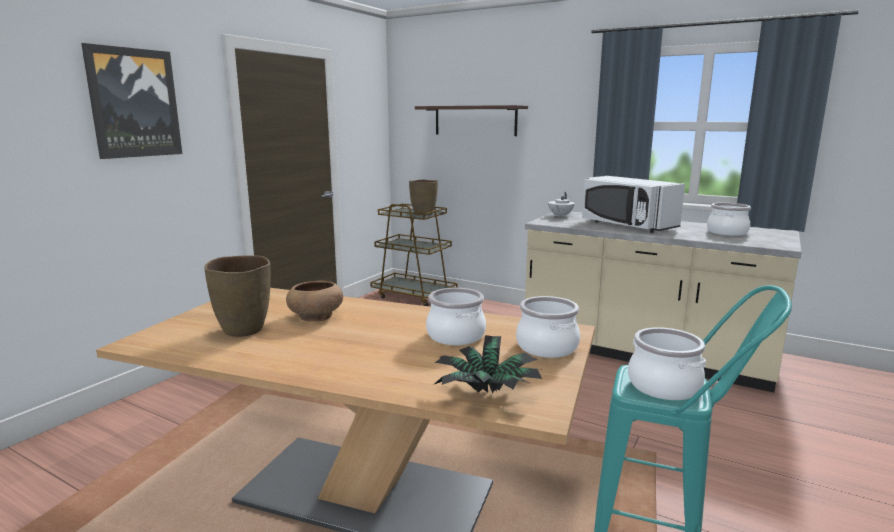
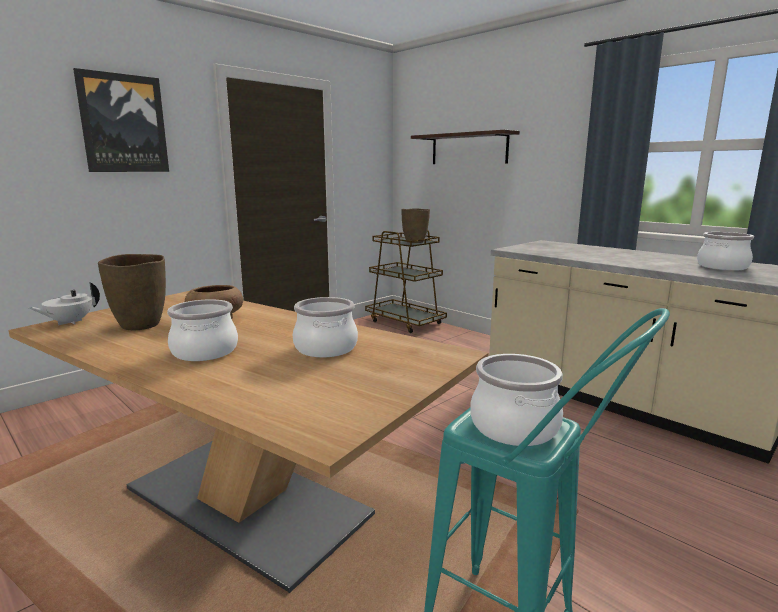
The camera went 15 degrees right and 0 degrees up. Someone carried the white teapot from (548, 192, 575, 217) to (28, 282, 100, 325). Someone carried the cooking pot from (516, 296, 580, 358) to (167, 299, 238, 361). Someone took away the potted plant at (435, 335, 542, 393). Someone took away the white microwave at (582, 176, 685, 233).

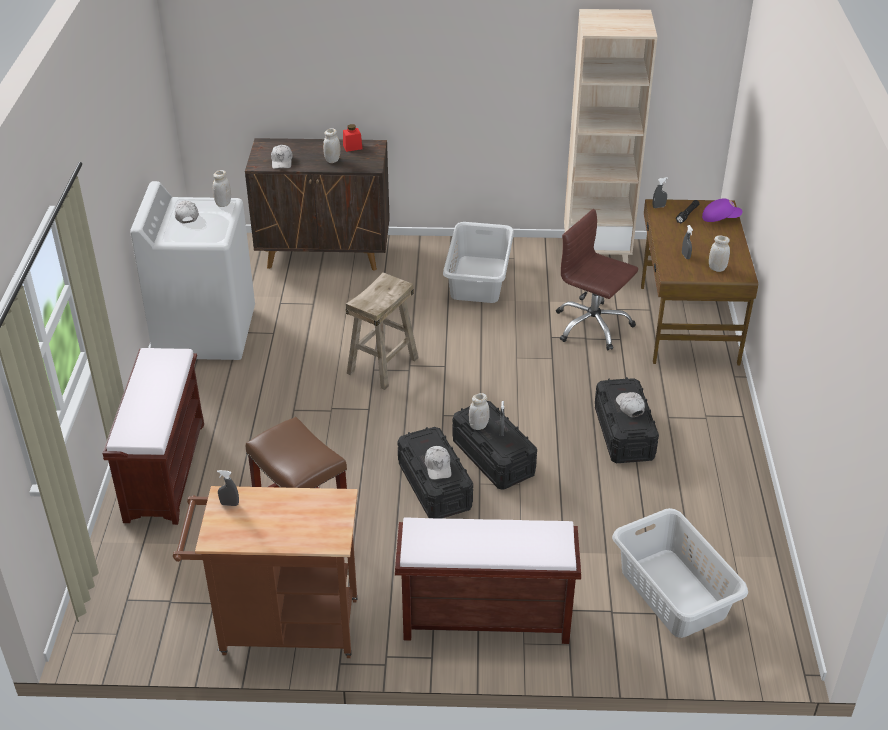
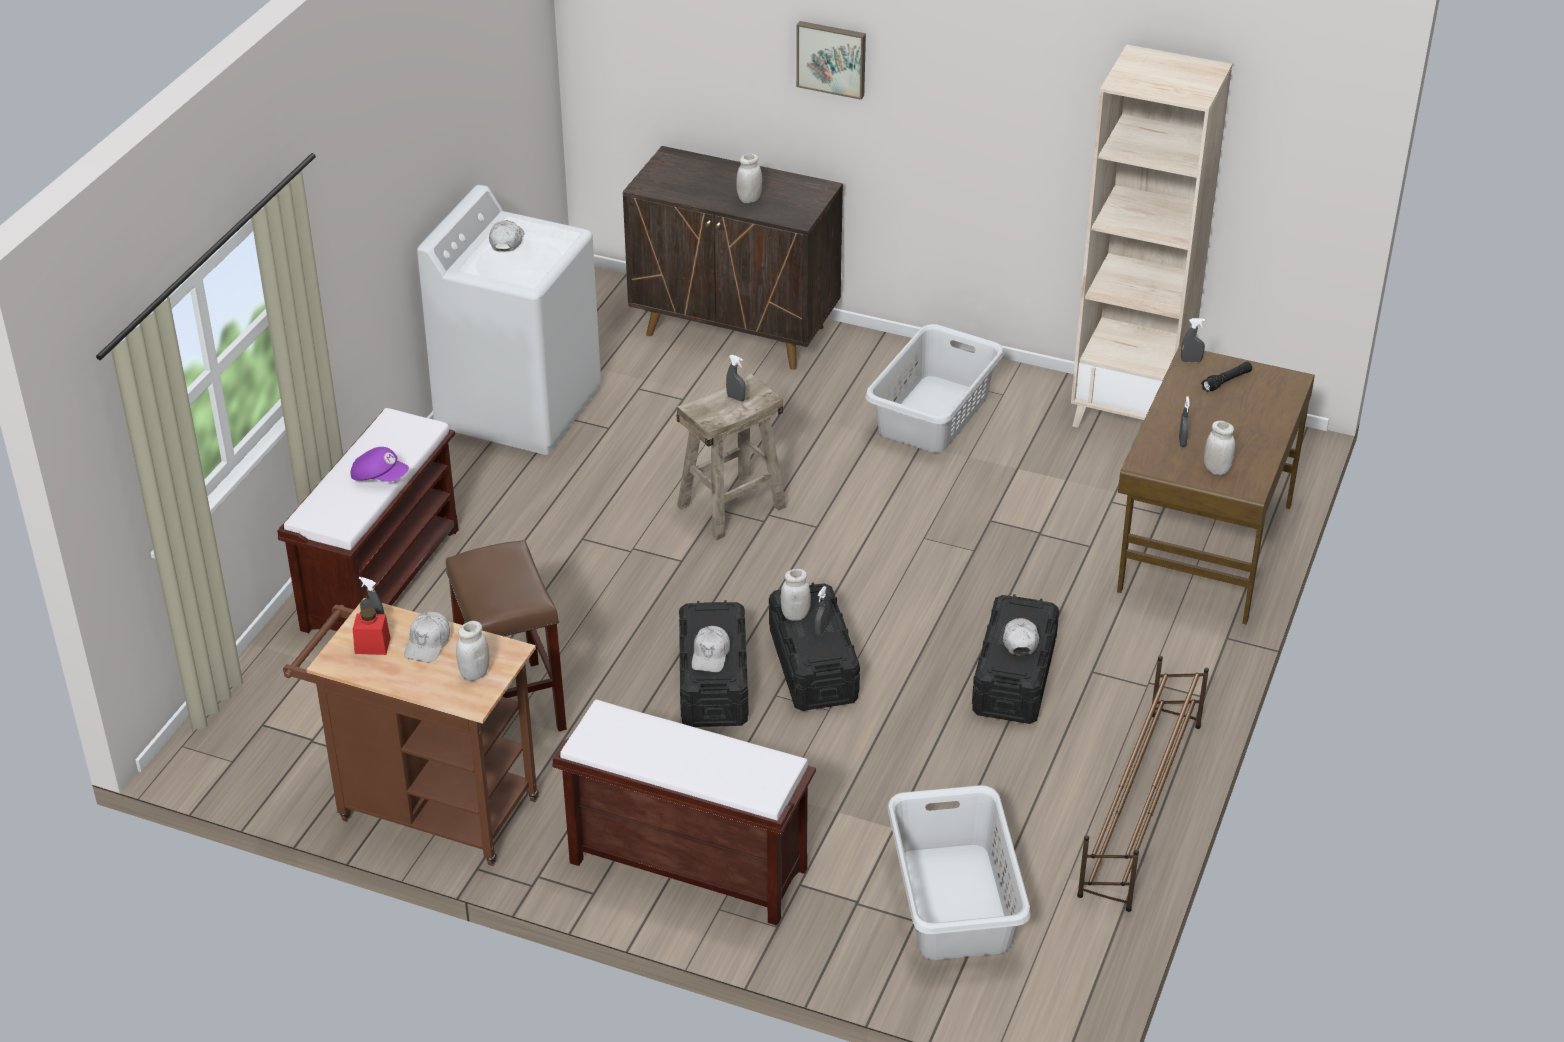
The camera went 20 degrees right and 0 degrees up. Someone carried the purple cap from (702, 198, 743, 222) to (350, 447, 409, 482). Someone carried the red jar from (343, 124, 362, 152) to (353, 607, 390, 655). Someone carried the white cap from (271, 145, 293, 169) to (404, 611, 450, 663). Someone carried the white jar from (213, 170, 231, 207) to (456, 621, 490, 681). Someone put down the grey spray bottle at (726, 355, 746, 401). Someone put up the picture at (796, 21, 866, 100). Someone put down the brown shoe rack at (1077, 656, 1209, 912). Someone took away the brown office chair at (556, 209, 638, 350).

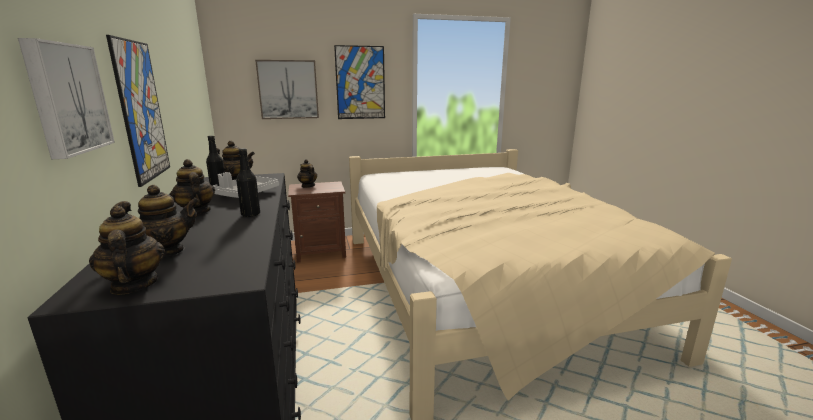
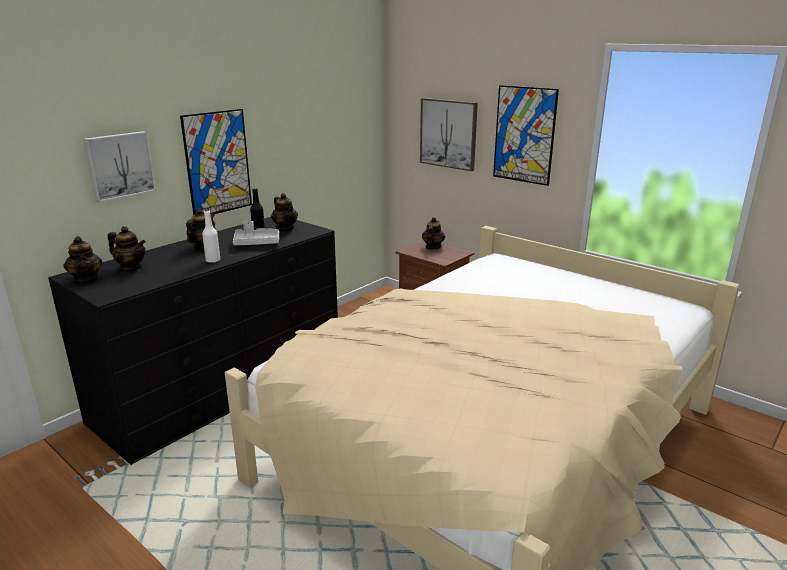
The camera went 55 degrees right and 5 degrees up. Someone rotated the teapot at (89, 206, 165, 295) by 120 degrees clockwise. Someone repainted the black bottle at (236, 148, 260, 217), which became the white bottle at (202, 210, 220, 263).

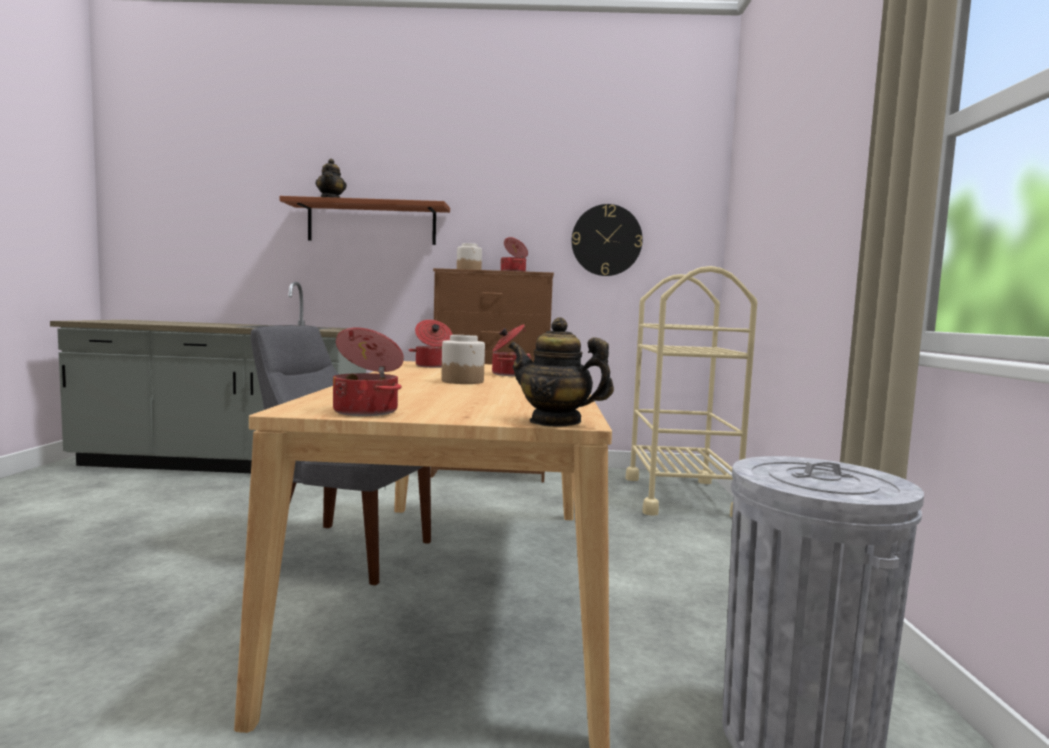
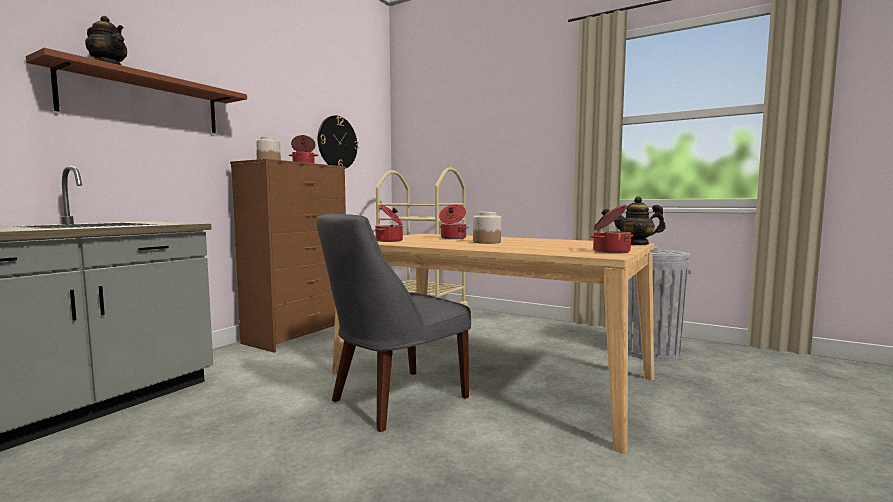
The camera went 60 degrees left and 0 degrees up. Someone rotated the teapot at (508, 317, 614, 427) by 45 degrees clockwise.

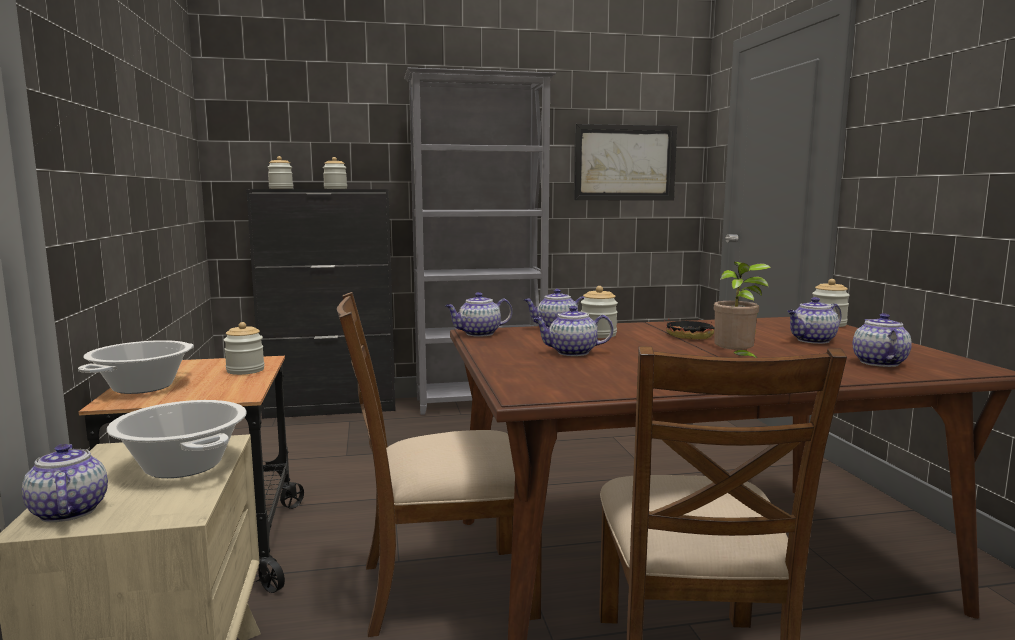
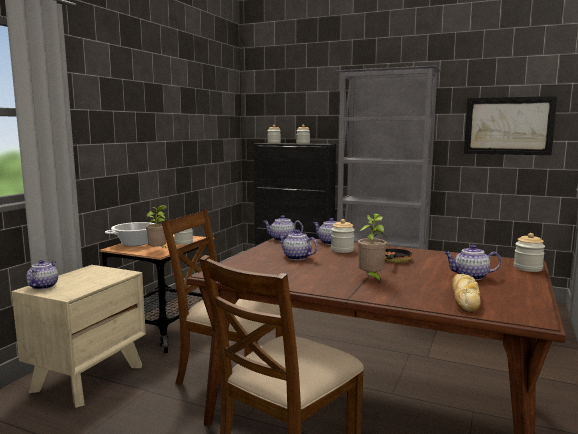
The camera went 35 degrees right and 0 degrees up. Someone put down the potted plant at (146, 205, 167, 247). Someone swapped the teapot at (853, 313, 912, 367) for the bread at (452, 274, 480, 313). Someone took away the cooking pot at (107, 400, 247, 478).

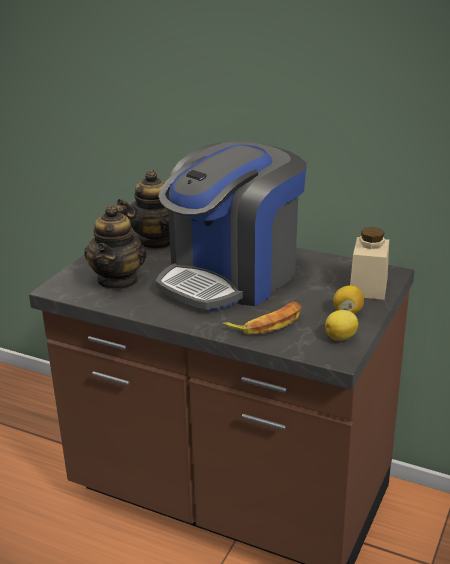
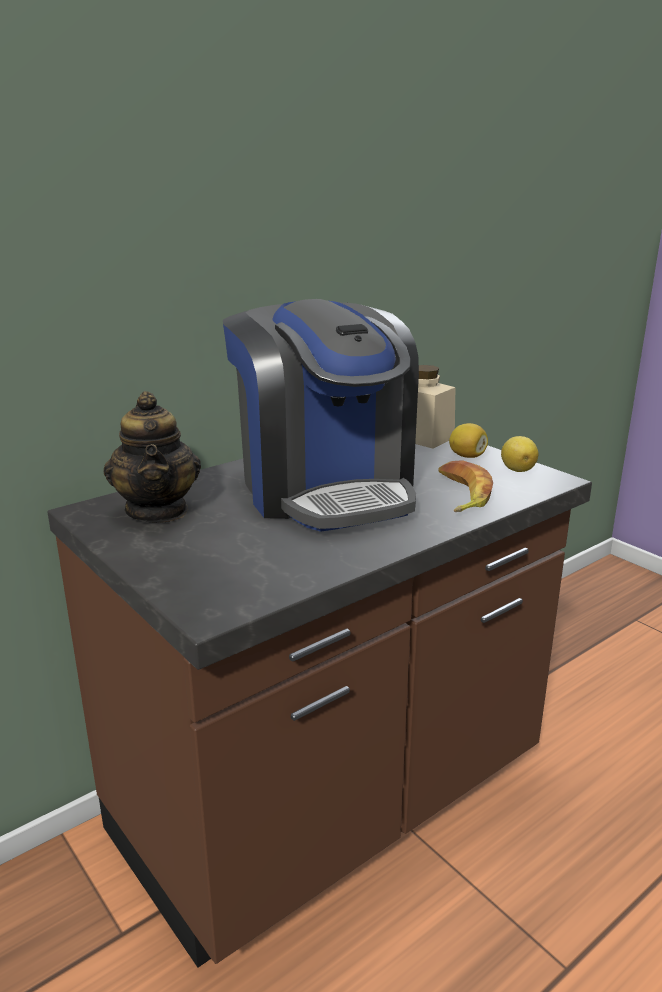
The camera went 65 degrees left and 5 degrees down. Someone took away the teapot at (84, 204, 147, 290).

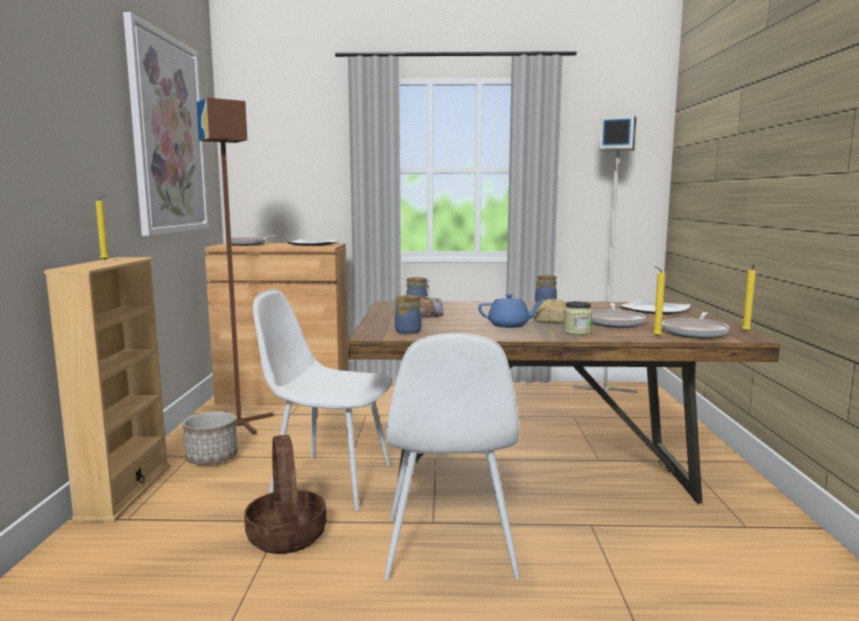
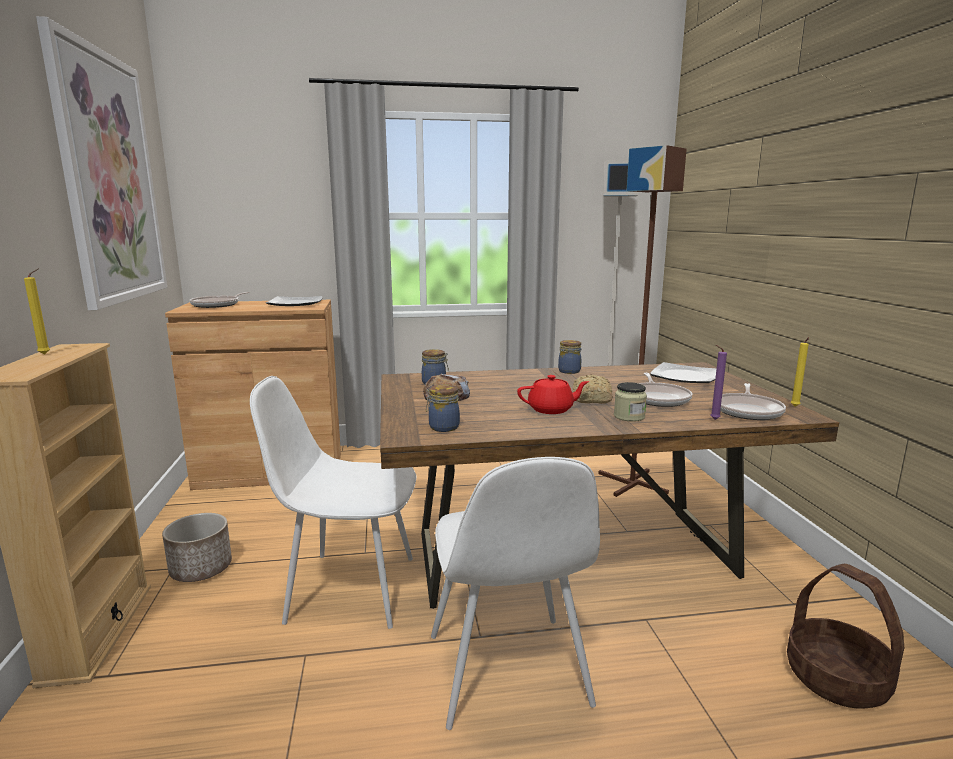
The camera went 10 degrees left and 5 degrees up. Someone repainted the blue teapot at (478, 294, 544, 328), which became the red teapot at (517, 375, 589, 414). Someone carried the brown floor lamp from (196, 98, 274, 435) to (598, 145, 687, 497). Someone repainted the yellow candle at (653, 266, 665, 337), which became the purple candle at (710, 345, 727, 420). Someone carried the basket from (244, 435, 326, 554) to (787, 564, 904, 709).

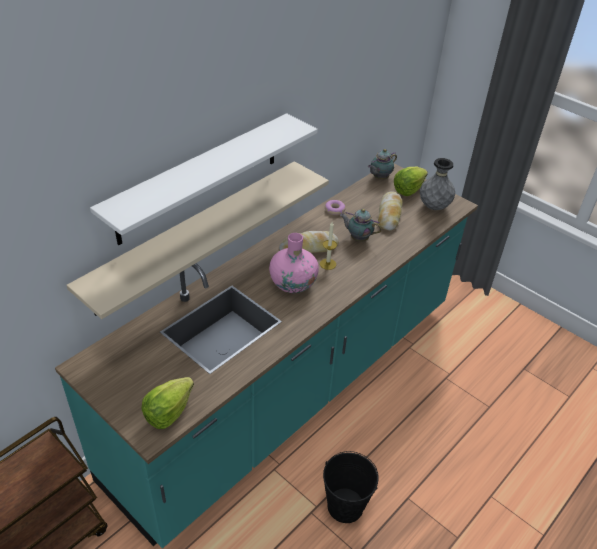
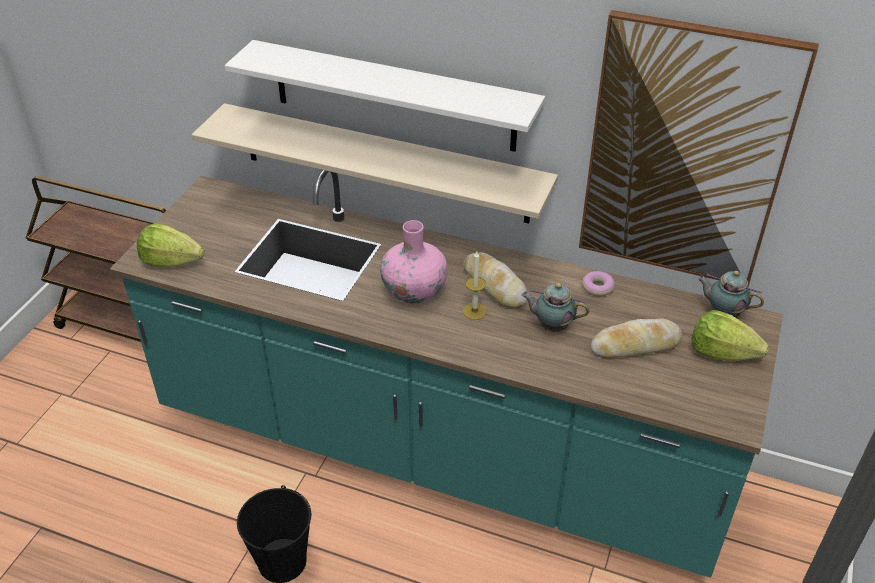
The camera went 70 degrees right and 0 degrees up. Someone rotated the teapot at (340, 209, 382, 242) by 75 degrees counterclockwise. Someone put up the picture at (579, 10, 819, 286). Someone took away the grey vase at (420, 158, 455, 210).

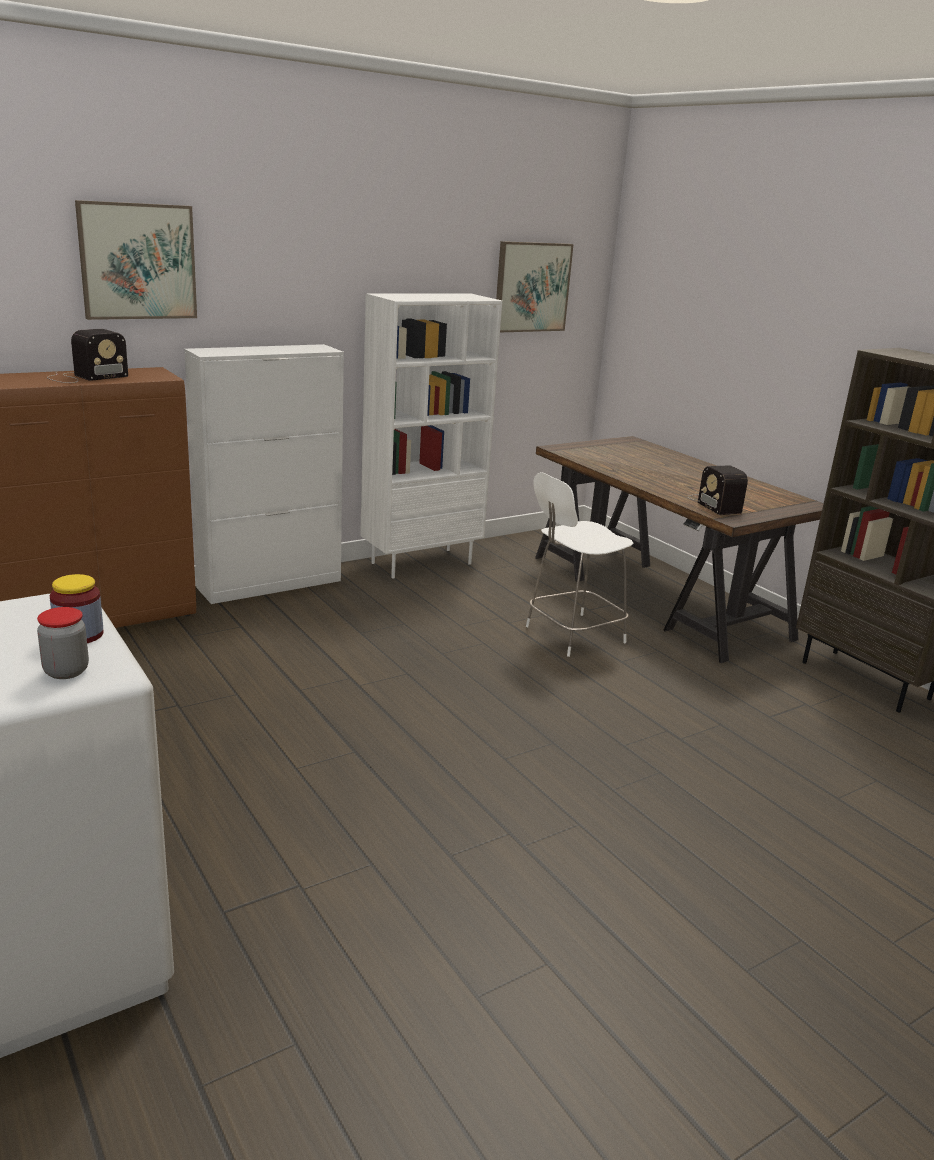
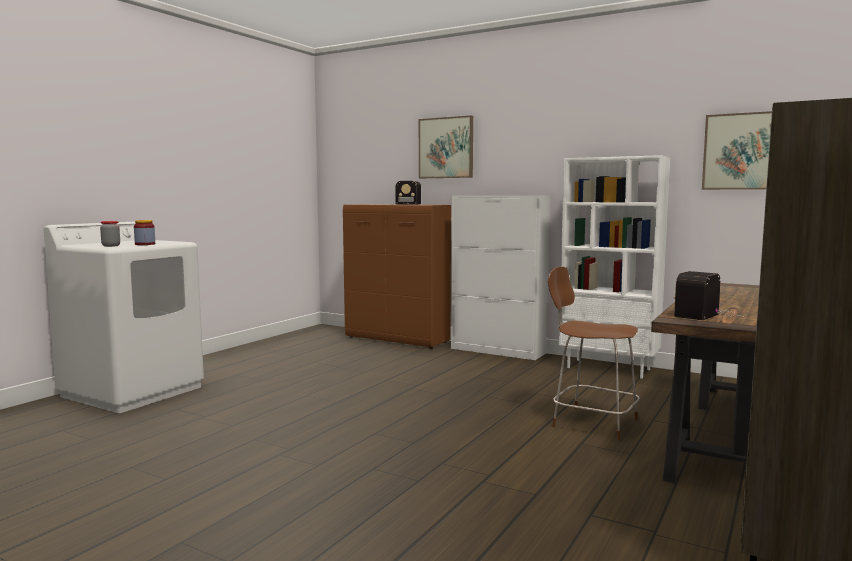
The camera went 65 degrees right and 15 degrees down. Someone repainted the white chair at (526, 472, 633, 657), which became the brown chair at (548, 267, 640, 440).

